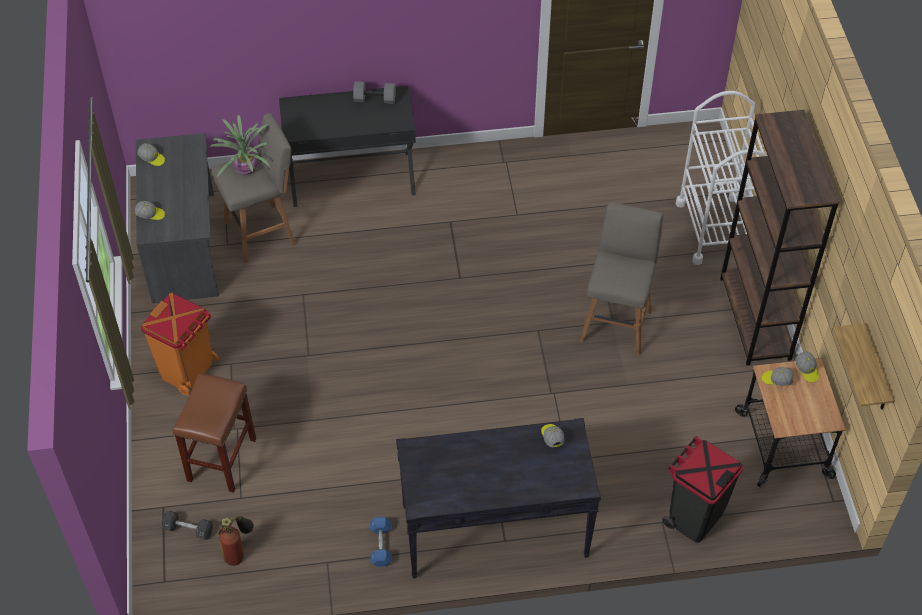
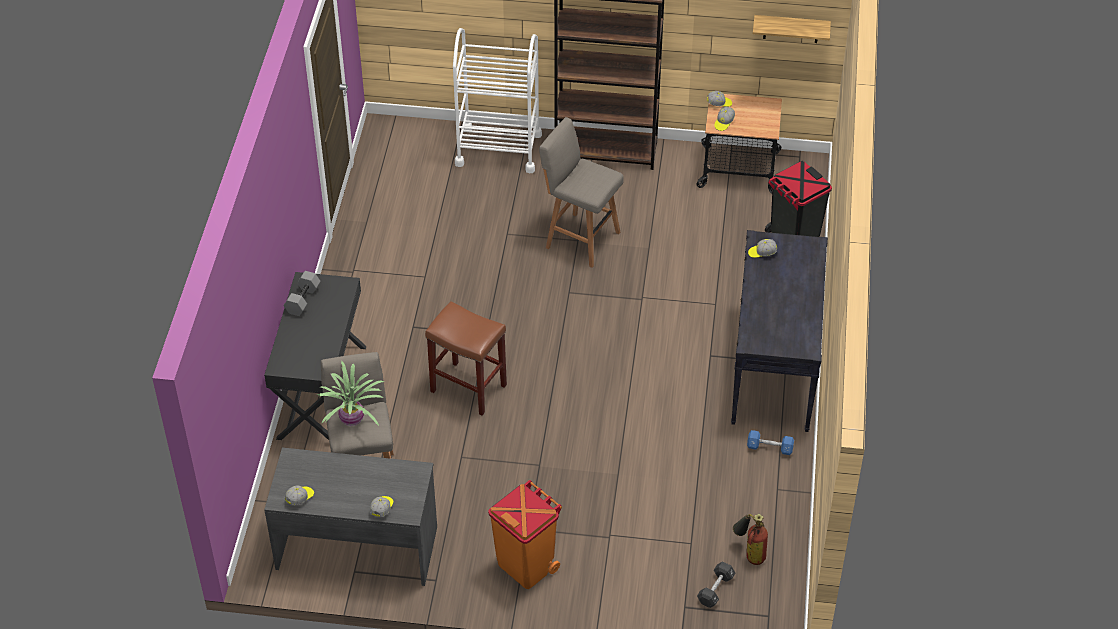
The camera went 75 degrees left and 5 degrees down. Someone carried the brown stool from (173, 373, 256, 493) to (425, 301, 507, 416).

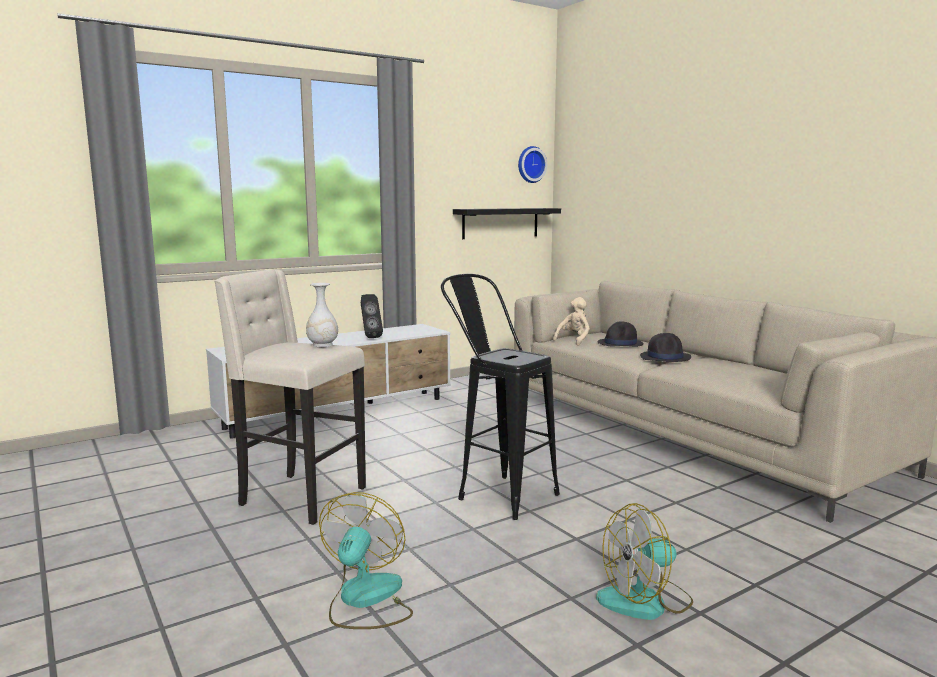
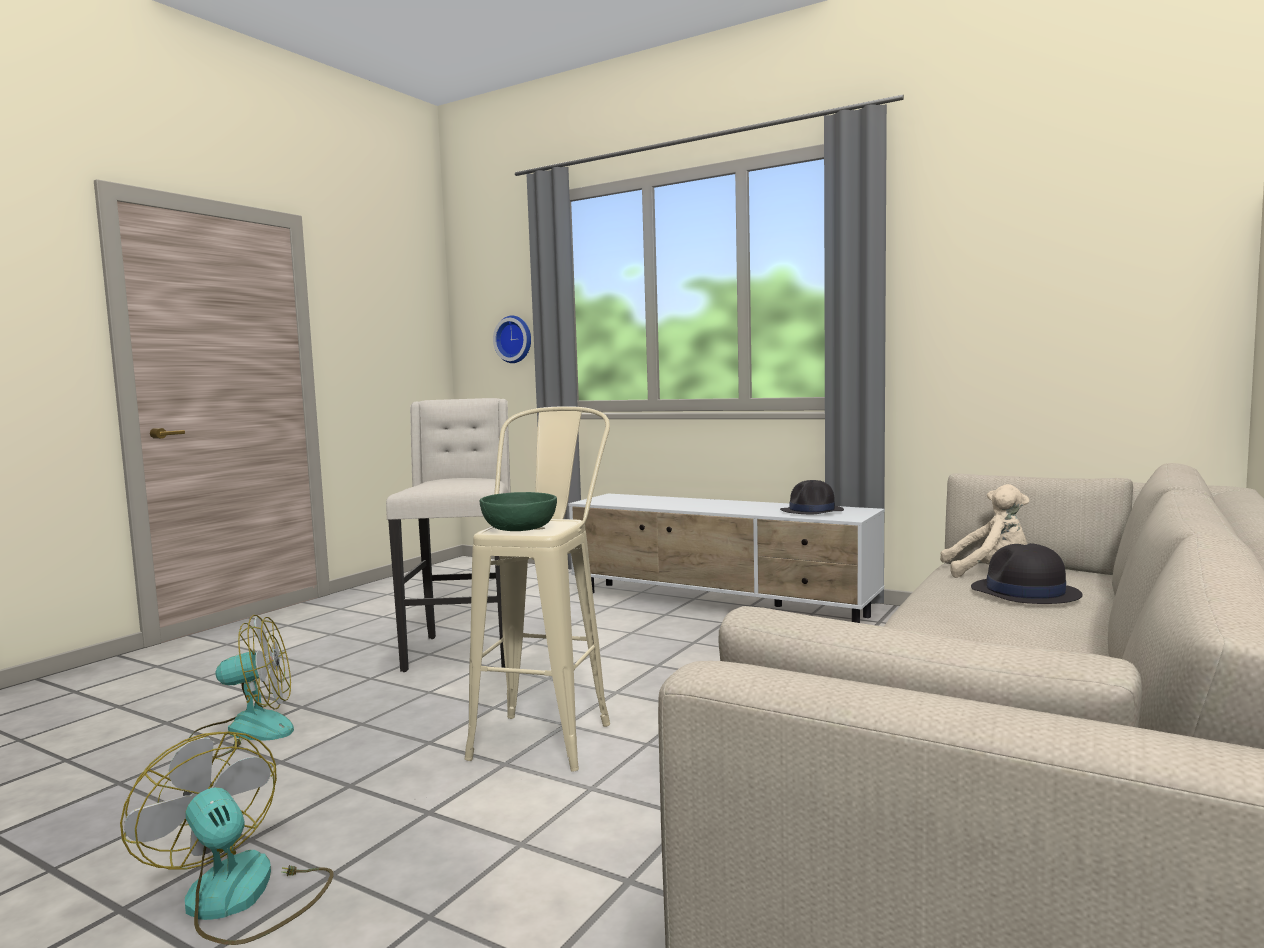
The camera went 65 degrees right and 5 degrees down. Someone repainted the black stool at (441, 274, 560, 520), which became the beige stool at (465, 406, 610, 772). Someone put down the green bowl at (480, 492, 557, 531). Someone carried the wall clock from (518, 146, 547, 183) to (493, 315, 531, 363). Someone carried the black hat from (640, 333, 691, 362) to (780, 480, 844, 514). Someone took away the white vase at (306, 283, 338, 347). Someone took away the black speaker at (361, 294, 383, 338). Someone took away the black shelf at (453, 208, 561, 239).

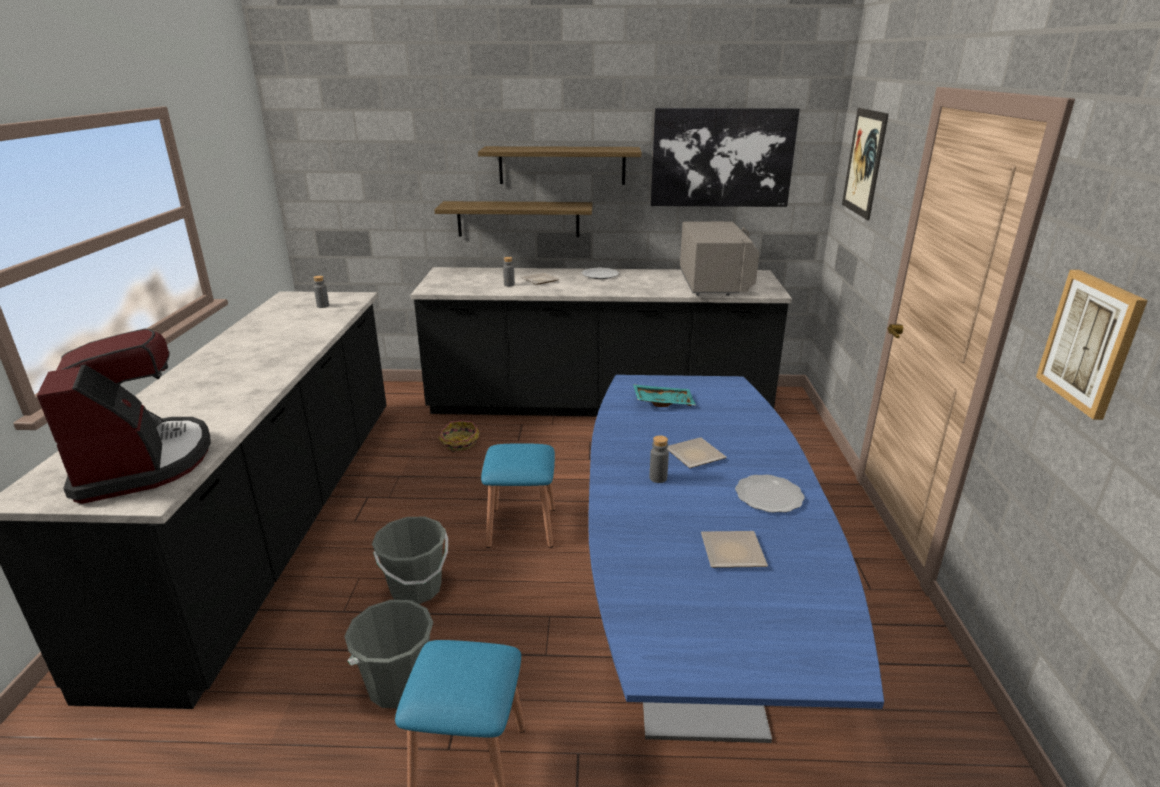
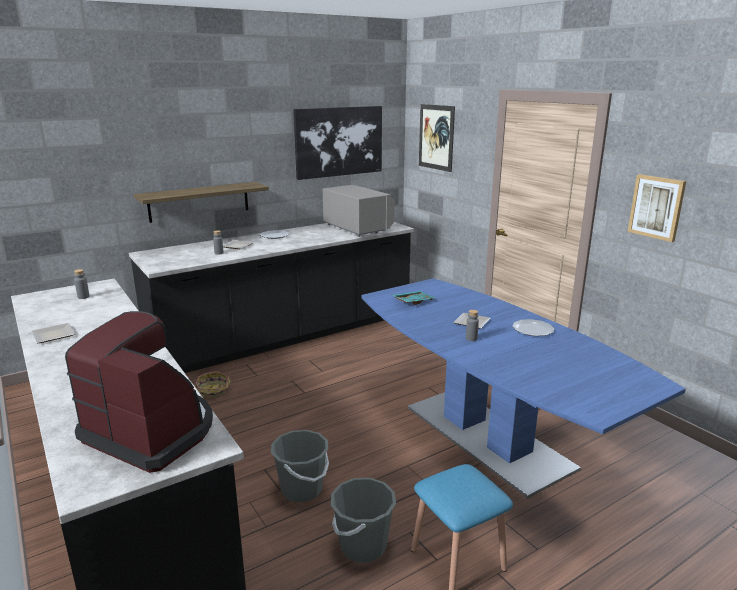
The camera went 35 degrees left and 5 degrees down. Someone carried the plate from (701, 531, 768, 568) to (32, 323, 75, 343). Someone took away the shelf at (478, 146, 642, 185). Someone took away the blue stool at (481, 443, 555, 548).

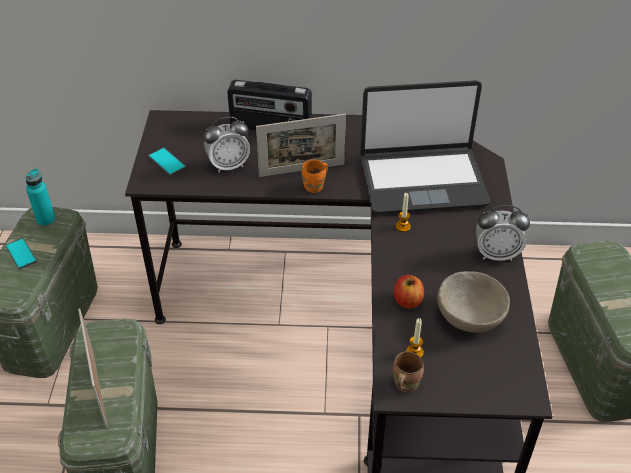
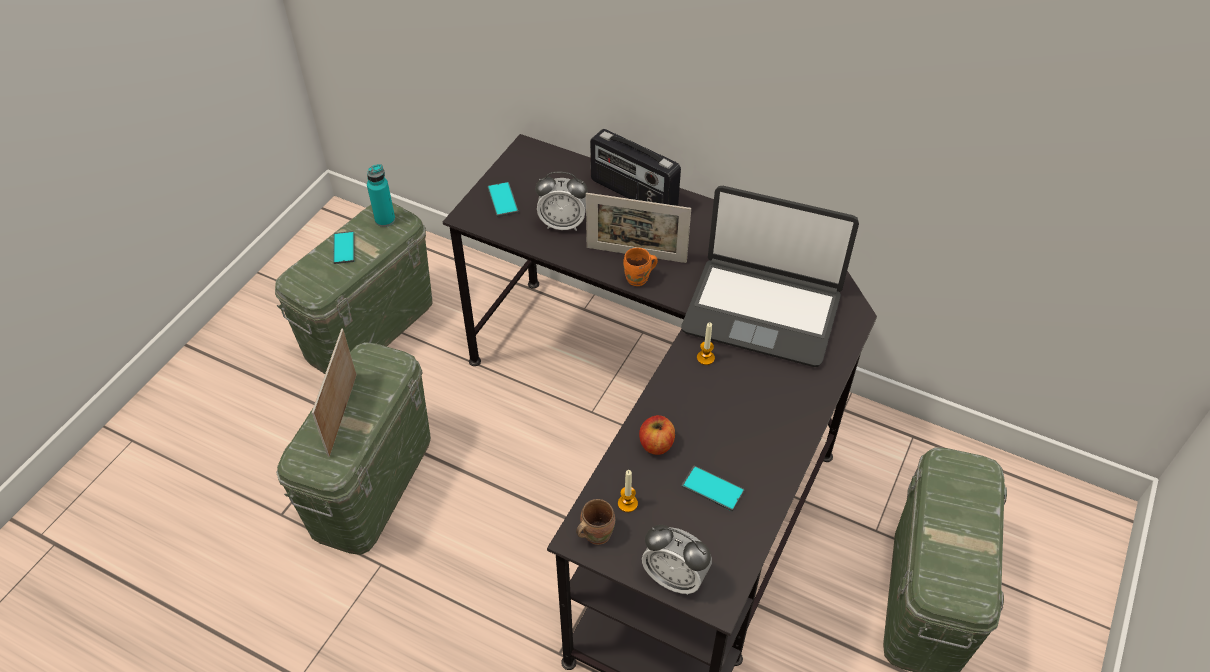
The camera went 25 degrees right and 5 degrees up. Someone carried the alarm clock from (476, 205, 530, 261) to (642, 525, 712, 595). Someone swapped the beige bowl at (437, 271, 510, 333) for the phone at (681, 466, 744, 511).

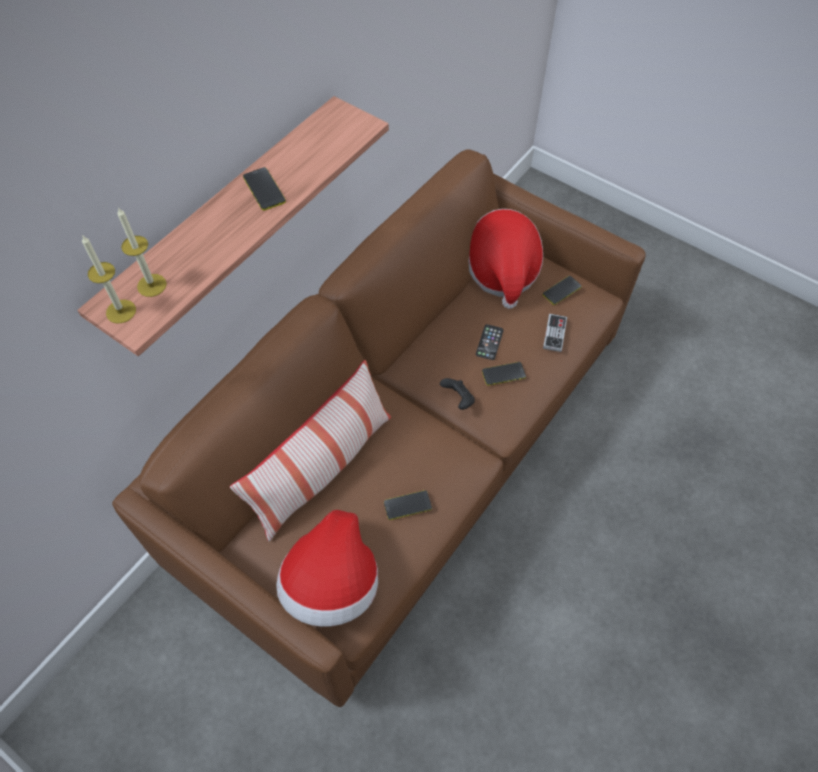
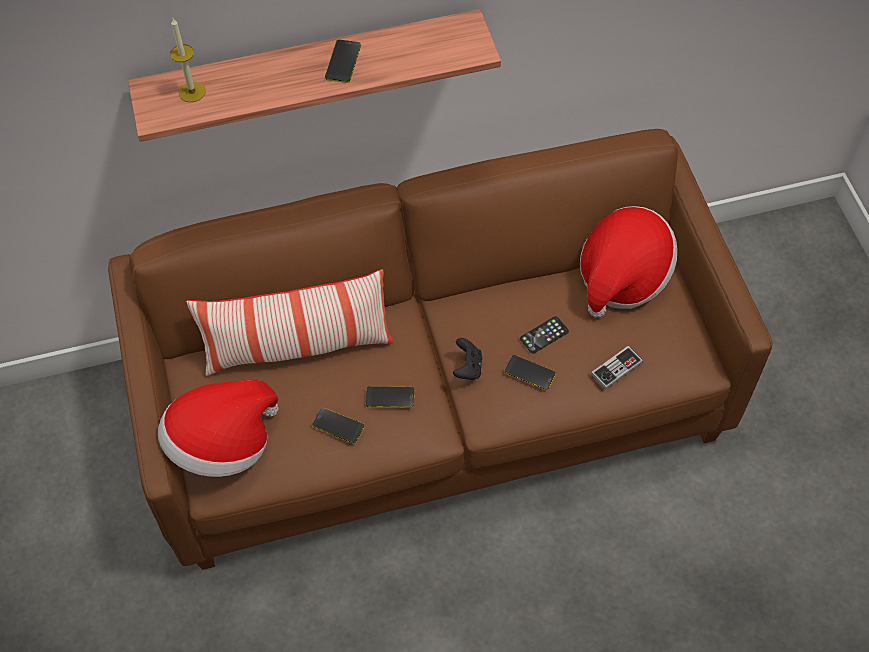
The camera went 40 degrees right and 0 degrees up. Someone carried the phone from (543, 276, 582, 305) to (366, 386, 414, 408). Someone took away the candle at (82, 236, 136, 324).

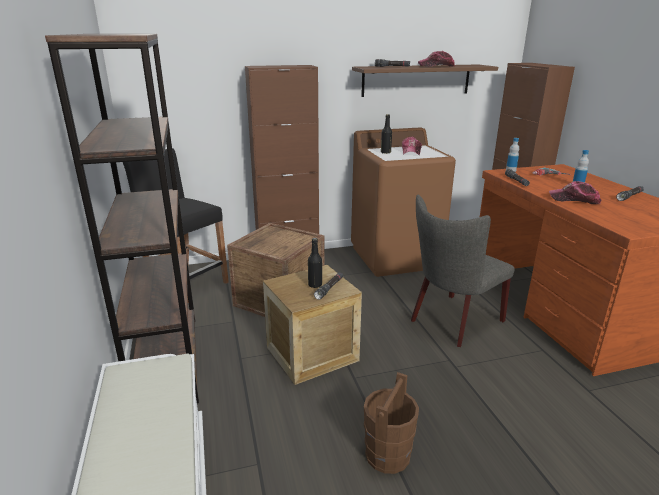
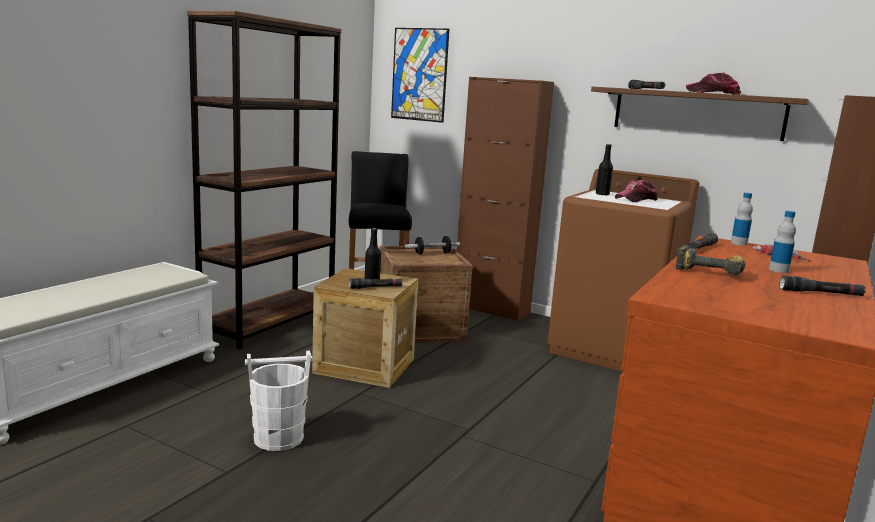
The camera went 45 degrees right and 10 degrees down. Someone repainted the brown bucket at (364, 372, 419, 474), which became the white bucket at (245, 350, 313, 451). Someone put up the picture at (391, 28, 449, 123). Someone put down the dumbbell at (405, 236, 460, 255). Someone swapped the cap at (549, 181, 601, 204) for the power drill at (676, 245, 745, 275). Someone took away the grey chair at (411, 195, 515, 347).

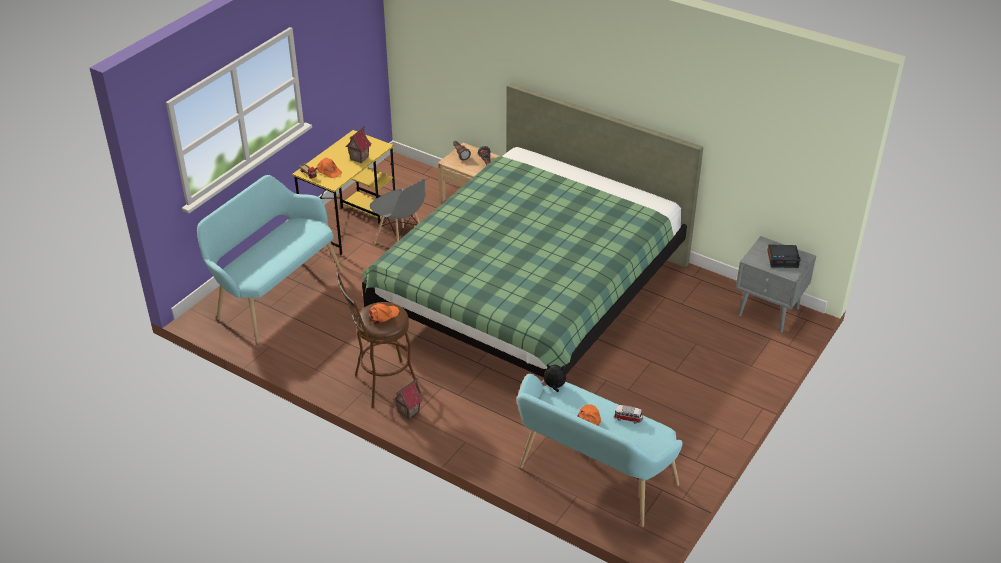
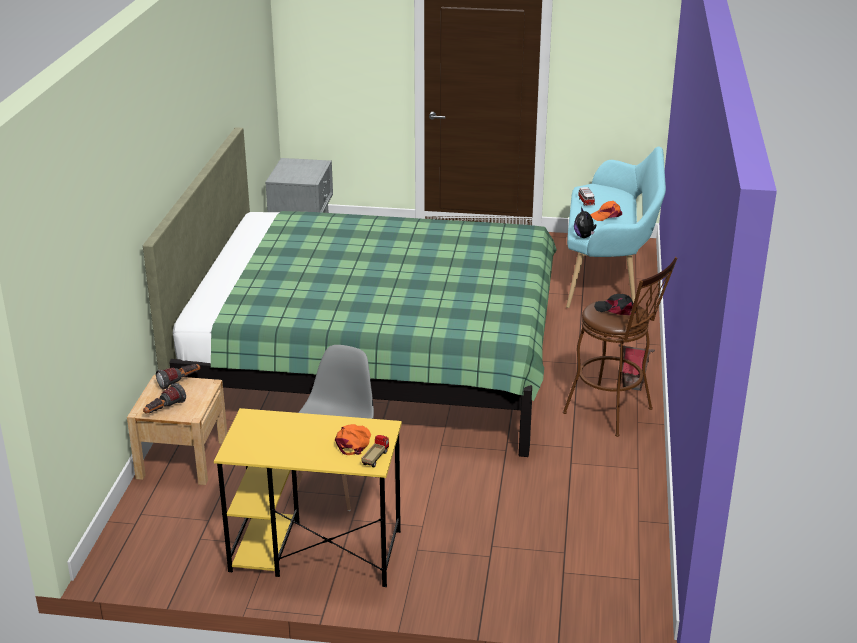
The camera went 115 degrees left and 10 degrees down. Someone repainted the orange cap at (369, 303, 399, 325), which became the black cap at (594, 294, 636, 315). Someone took away the turquoise bench at (197, 175, 343, 343). Someone took away the toy house at (345, 125, 371, 163). Someone took away the alarm clock at (767, 245, 800, 268).

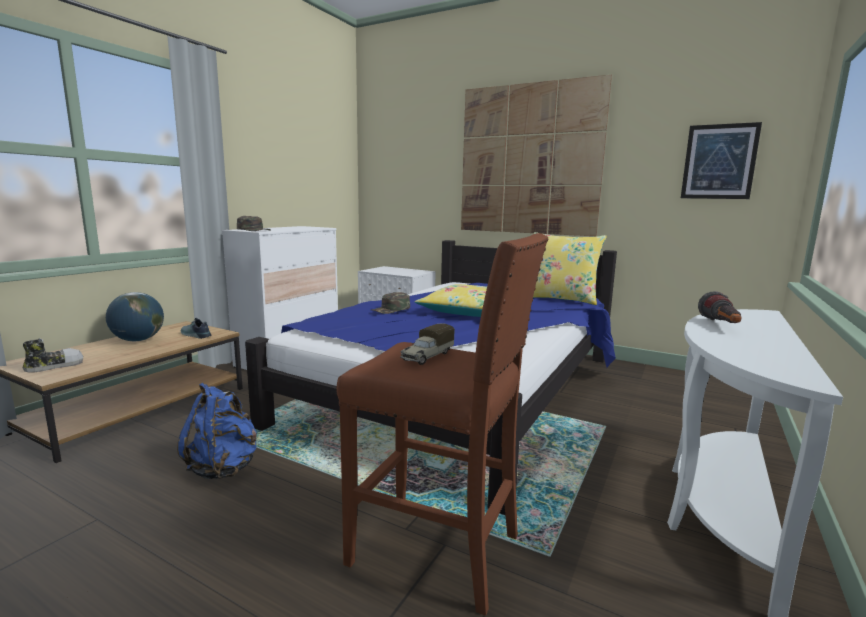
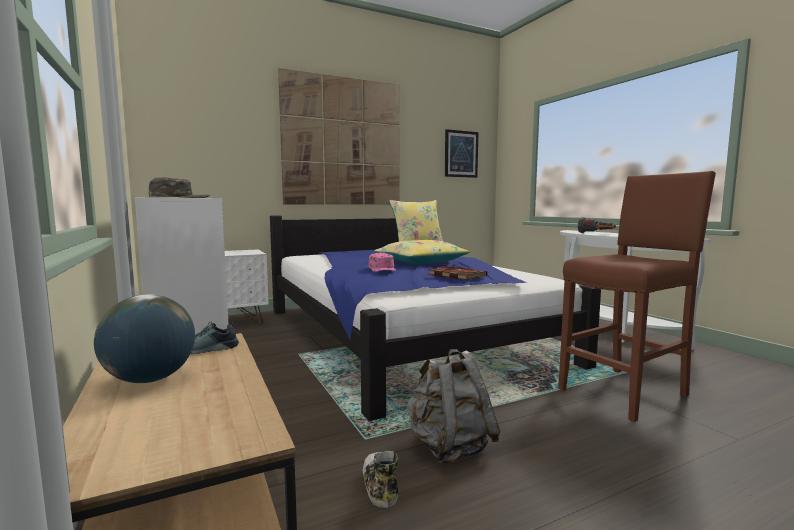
The camera went 55 degrees left and 5 degrees down. Someone carried the shoe from (22, 338, 83, 372) to (362, 451, 399, 508). Someone repainted the green cap at (372, 292, 410, 314), which became the pink cap at (369, 253, 396, 272). Someone repainted the blue backpack at (177, 382, 257, 479), which became the grey backpack at (406, 349, 500, 463). Someone put down the book at (428, 266, 487, 280). Someone took away the toy truck at (400, 323, 455, 365).

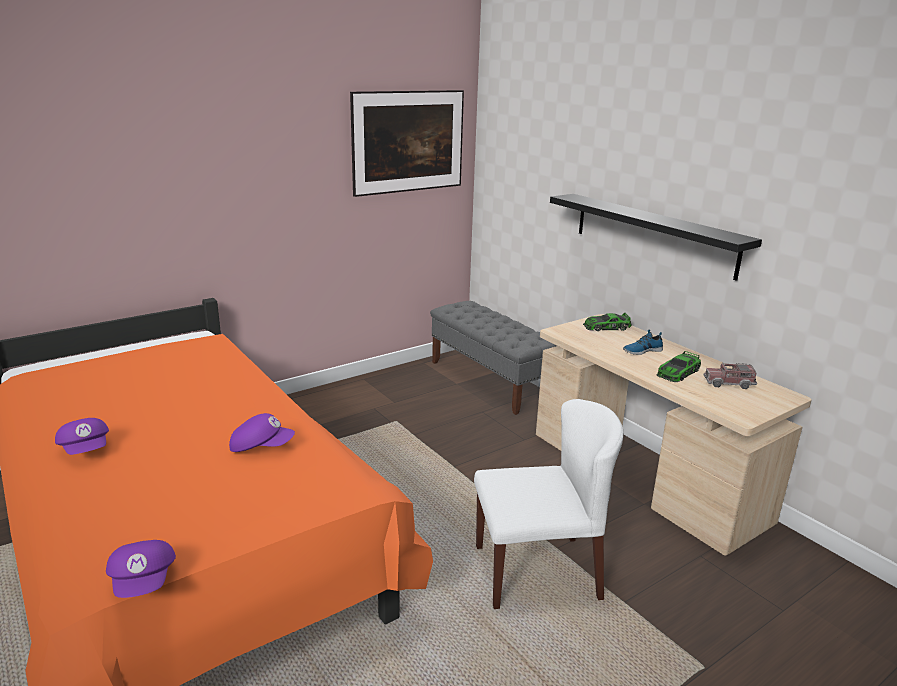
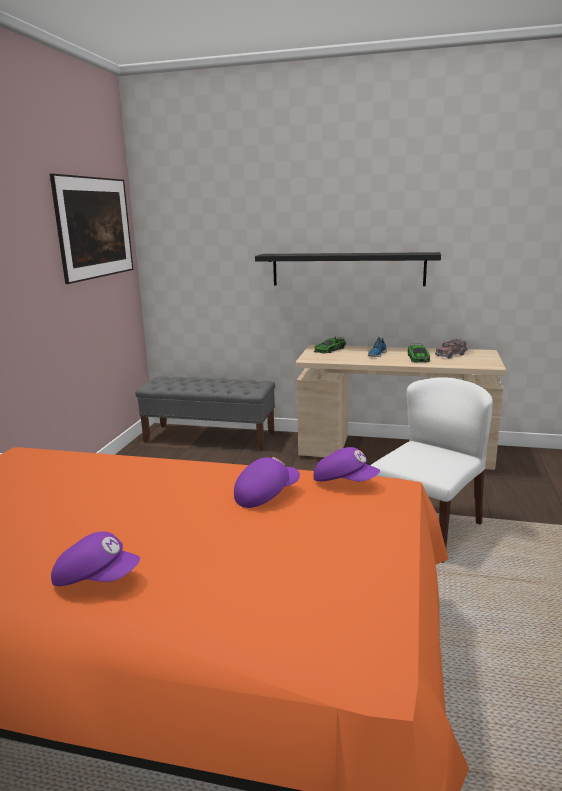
The camera went 40 degrees left and 5 degrees down. Someone carried the purple cap from (106, 540, 176, 598) to (313, 447, 380, 482).

